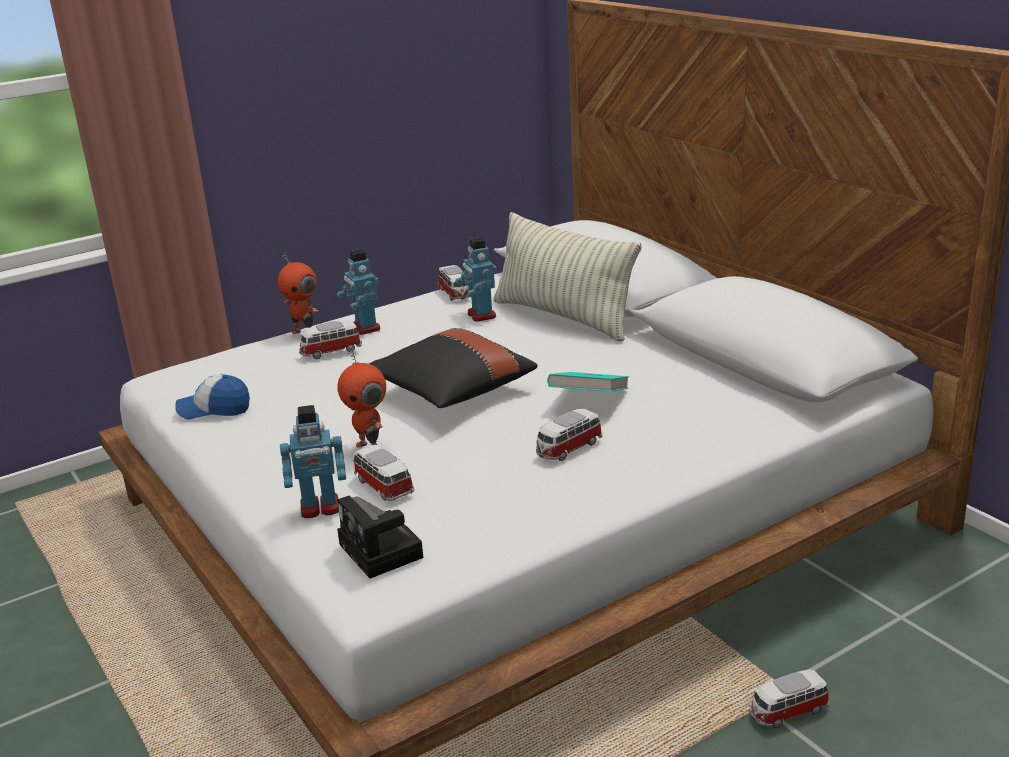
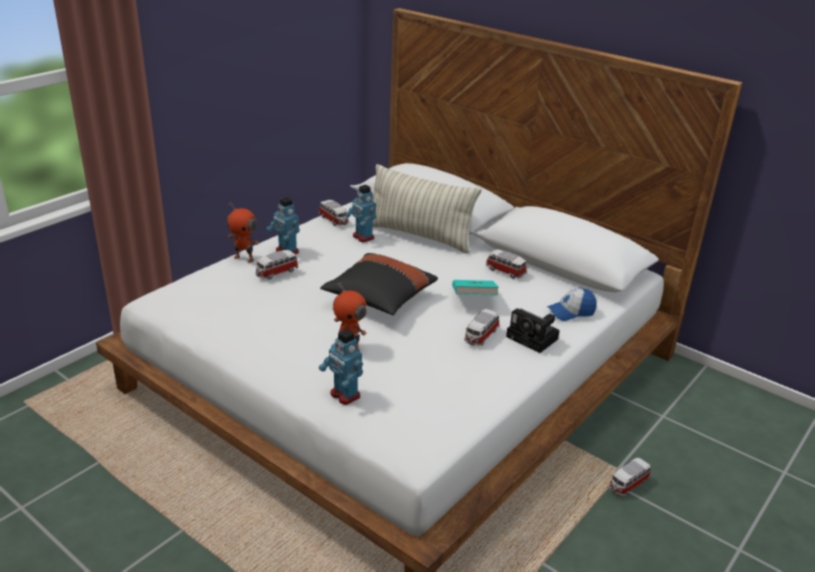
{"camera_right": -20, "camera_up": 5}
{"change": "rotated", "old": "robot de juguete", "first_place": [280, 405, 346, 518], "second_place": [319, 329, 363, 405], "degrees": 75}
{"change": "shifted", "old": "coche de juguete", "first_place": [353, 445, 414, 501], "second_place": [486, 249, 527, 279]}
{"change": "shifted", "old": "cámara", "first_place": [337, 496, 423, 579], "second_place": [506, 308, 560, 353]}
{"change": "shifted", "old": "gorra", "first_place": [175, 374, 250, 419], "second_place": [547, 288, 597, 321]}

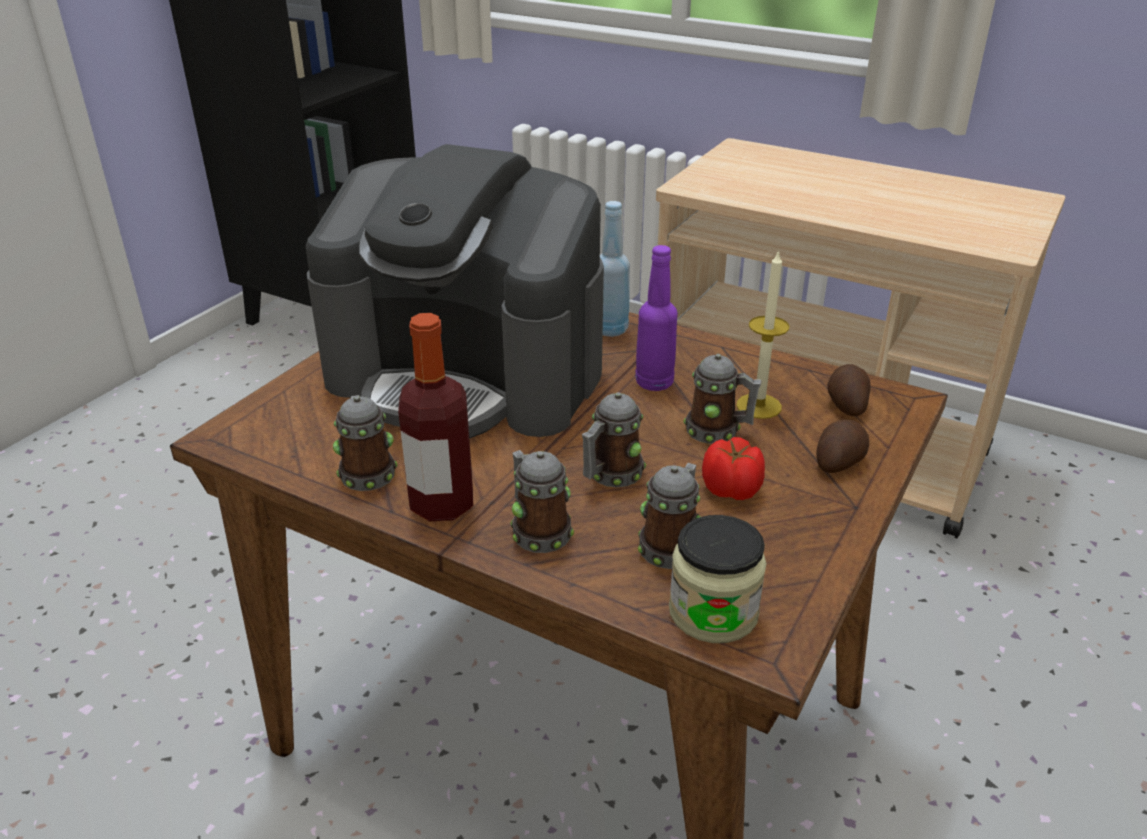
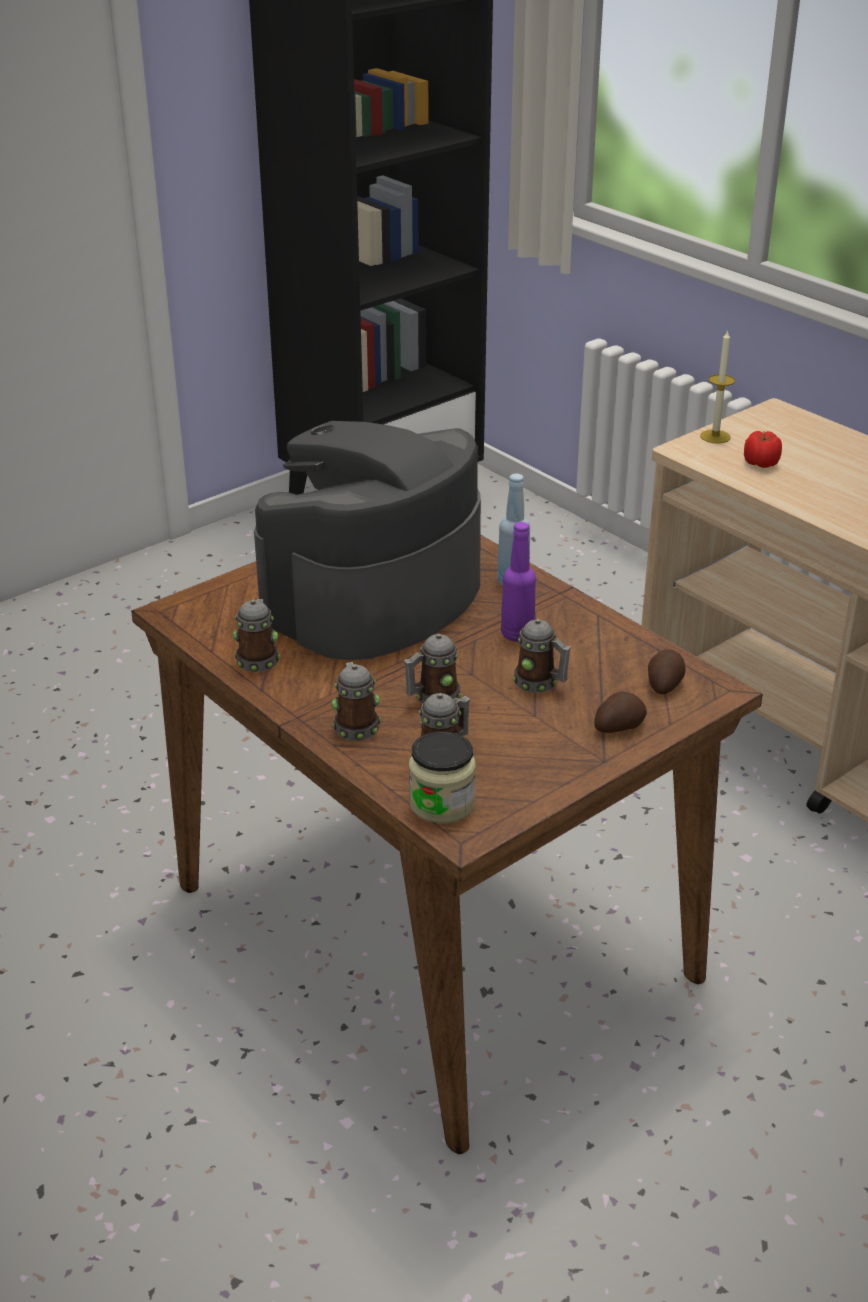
{"camera_right": 20, "camera_up": 0}
{"change": "rotated", "old": "cafetera", "first_place": [306, 144, 604, 438], "second_place": [254, 421, 481, 660], "degrees": 90}
{"change": "shifted", "old": "vela", "first_place": [736, 250, 789, 419], "second_place": [700, 329, 735, 443]}
{"change": "shifted", "old": "tomate", "first_place": [702, 437, 765, 500], "second_place": [744, 431, 782, 468]}
{"change": "gone", "old": "botella", "first_place": [398, 313, 473, 522]}

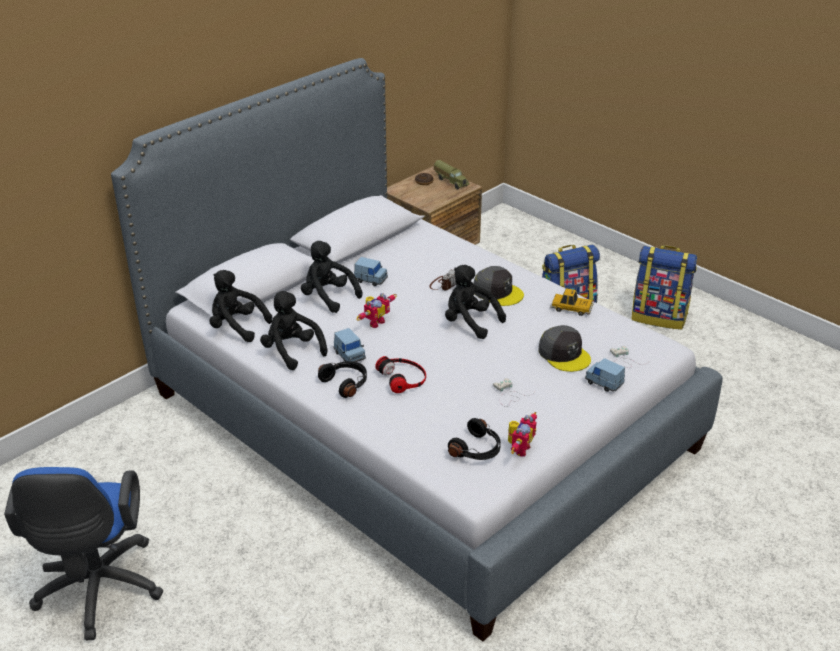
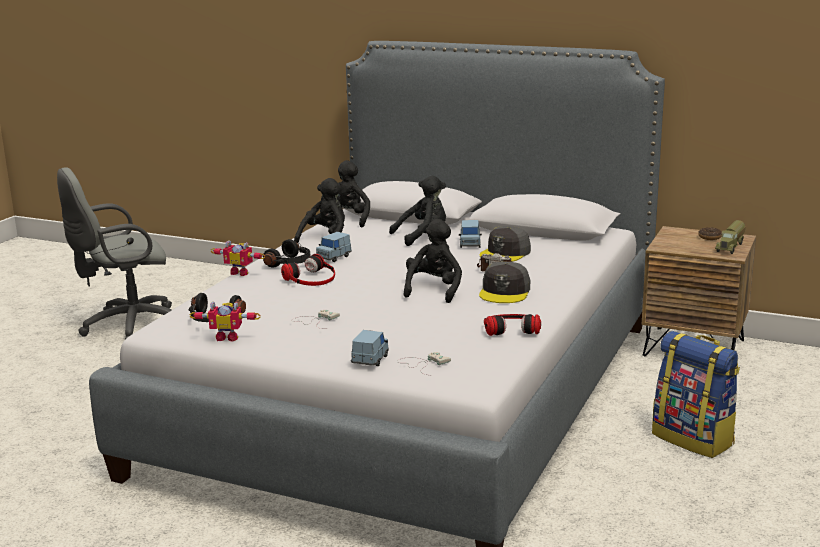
{"camera_right": 70, "camera_up": -15}
{"change": "repainted", "old": "silla de oficina [azul]", "new": "silla de oficina [gris]", "first_place": [4, 467, 163, 640], "second_place": [57, 167, 172, 339]}
{"change": "shifted", "old": "robot de juguete", "first_place": [356, 293, 396, 328], "second_place": [211, 240, 265, 276]}
{"change": "rotated", "old": "peluche [negro]", "first_place": [301, 241, 362, 313], "second_place": [389, 176, 446, 246], "degrees": 45}
{"change": "shifted", "old": "gorra [gris]", "first_place": [538, 325, 591, 372], "second_place": [480, 226, 531, 262]}
{"change": "swapped", "old": "coche de juguete", "new": "auriculares", "first_place": [550, 288, 594, 316], "second_place": [484, 314, 541, 336]}
{"change": "gone", "old": "mochila", "first_place": [631, 246, 697, 330]}

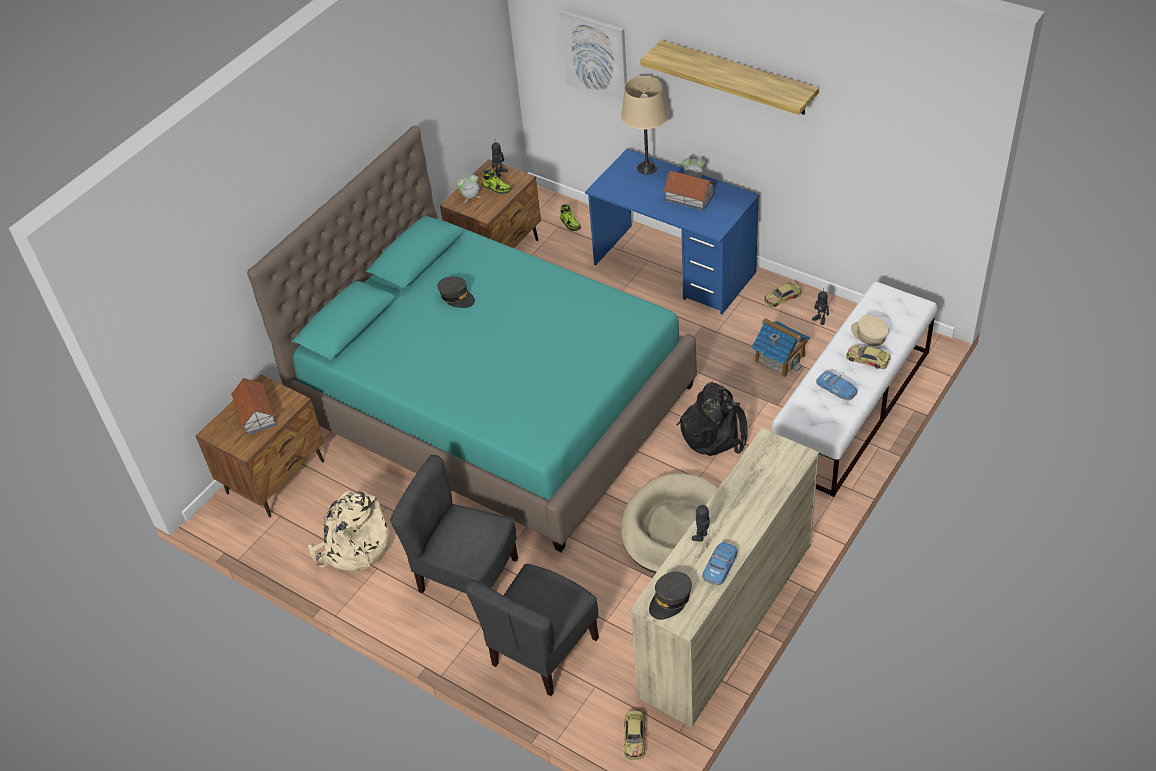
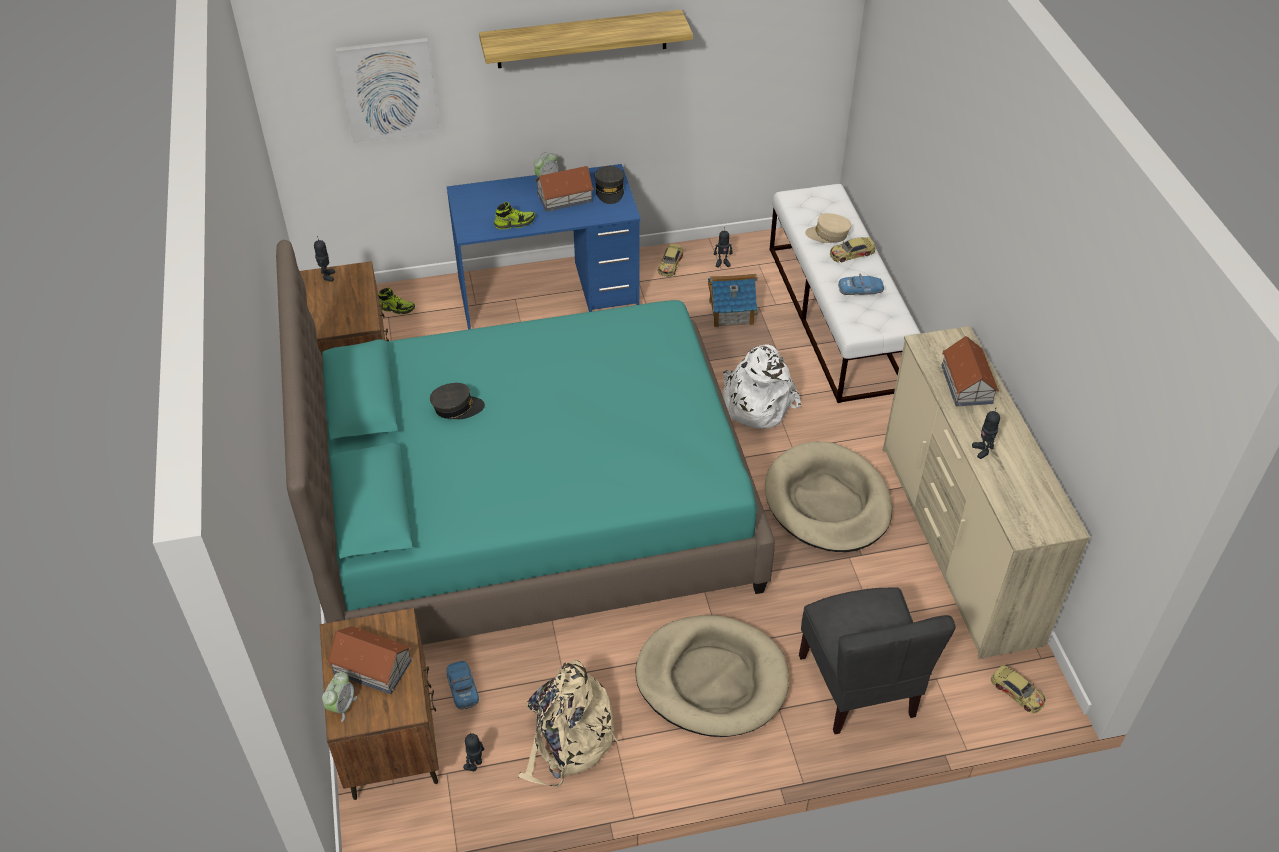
{"camera_right": -50, "camera_up": 0}
{"change": "shifted", "old": "despertador", "first_place": [457, 174, 481, 203], "second_place": [322, 672, 357, 722]}
{"change": "shifted", "old": "coche de juguete", "first_place": [703, 542, 738, 586], "second_place": [447, 661, 479, 710]}
{"change": "new", "new": "robot de juguete", "second_place": [463, 733, 484, 771]}
{"change": "shifted", "old": "zapato", "first_place": [482, 169, 512, 194], "second_place": [494, 202, 535, 229]}
{"change": "shifted", "old": "gorra [gris]", "first_place": [649, 572, 692, 620], "second_place": [595, 166, 624, 204]}
{"change": "swapped", "old": "silla [gris]", "new": "cama para perro [beis]", "first_place": [390, 455, 518, 594], "second_place": [636, 615, 789, 737]}
{"change": "repainted", "old": "mochila [negro]", "new": "mochila [blanco]", "first_place": [676, 382, 748, 456], "second_place": [723, 344, 801, 429]}
{"change": "new", "new": "casita", "second_place": [941, 336, 999, 407]}
{"change": "gone", "old": "lámpara de mesa [beis]", "first_place": [621, 76, 669, 174]}

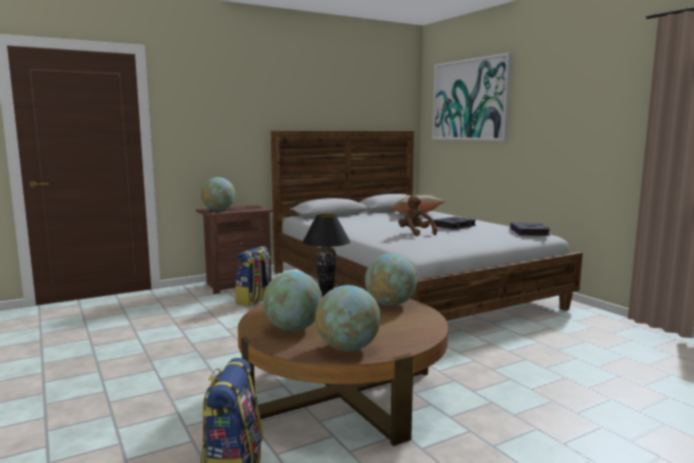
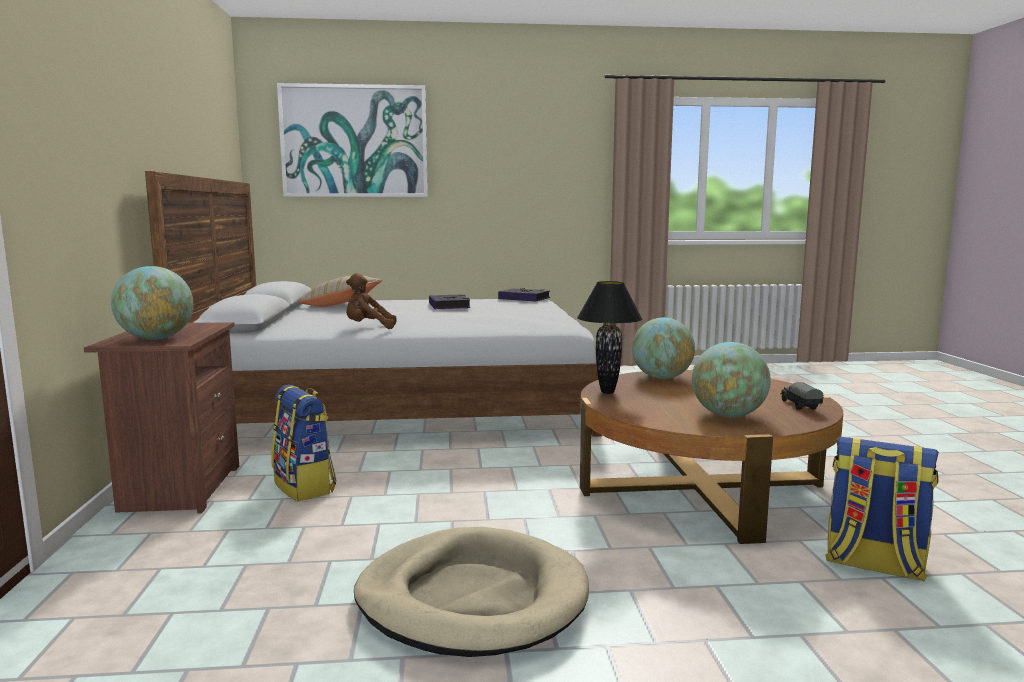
{"camera_right": -65, "camera_up": 0}
{"change": "shifted", "old": "peluche [marrón]", "first_place": [399, 195, 437, 236], "second_place": [346, 273, 396, 329]}
{"change": "new", "new": "cama para perro [beis]", "second_place": [354, 527, 589, 657]}
{"change": "swapped", "old": "globo terráqueo", "new": "camión de juguete", "first_place": [315, 285, 381, 352], "second_place": [781, 382, 823, 410]}

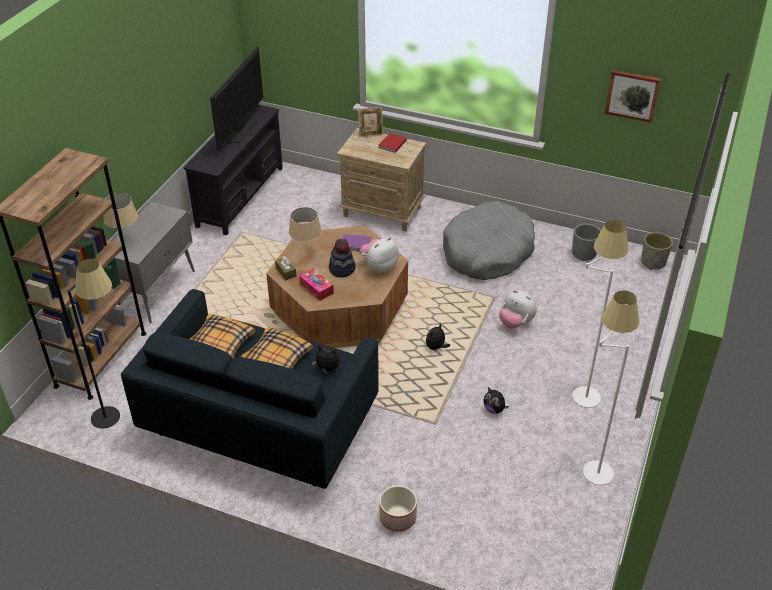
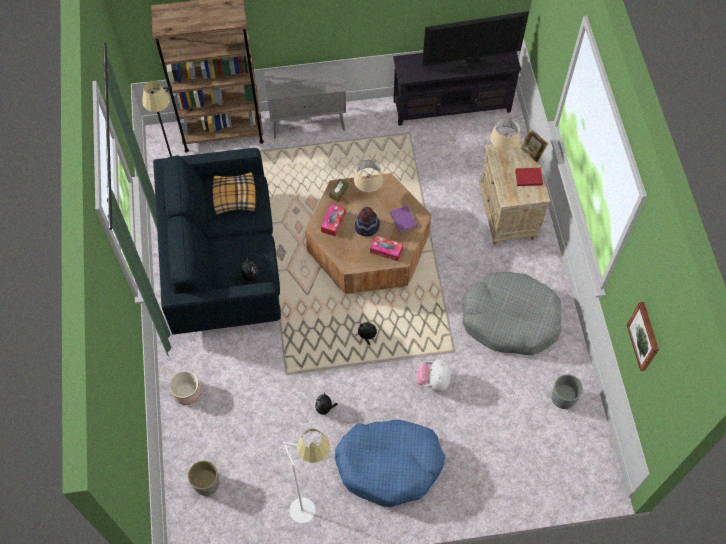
{"camera_right": 60, "camera_up": 20}
{"change": "shifted", "old": "maceta [gris]", "first_place": [641, 232, 673, 270], "second_place": [188, 460, 220, 496]}
{"change": "swapped", "old": "lámpara de pie [blanco]", "new": "cama para perro [azul]", "first_place": [572, 220, 628, 408], "second_place": [335, 420, 445, 507]}
{"change": "swapped", "old": "peluche", "new": "caja de pañuelos", "first_place": [360, 237, 399, 273], "second_place": [370, 235, 403, 261]}
{"change": "shifted", "old": "lámpara de mesa [beis]", "first_place": [104, 193, 138, 240], "second_place": [490, 117, 520, 152]}
{"change": "gone", "old": "cojín", "first_place": [240, 327, 313, 369]}

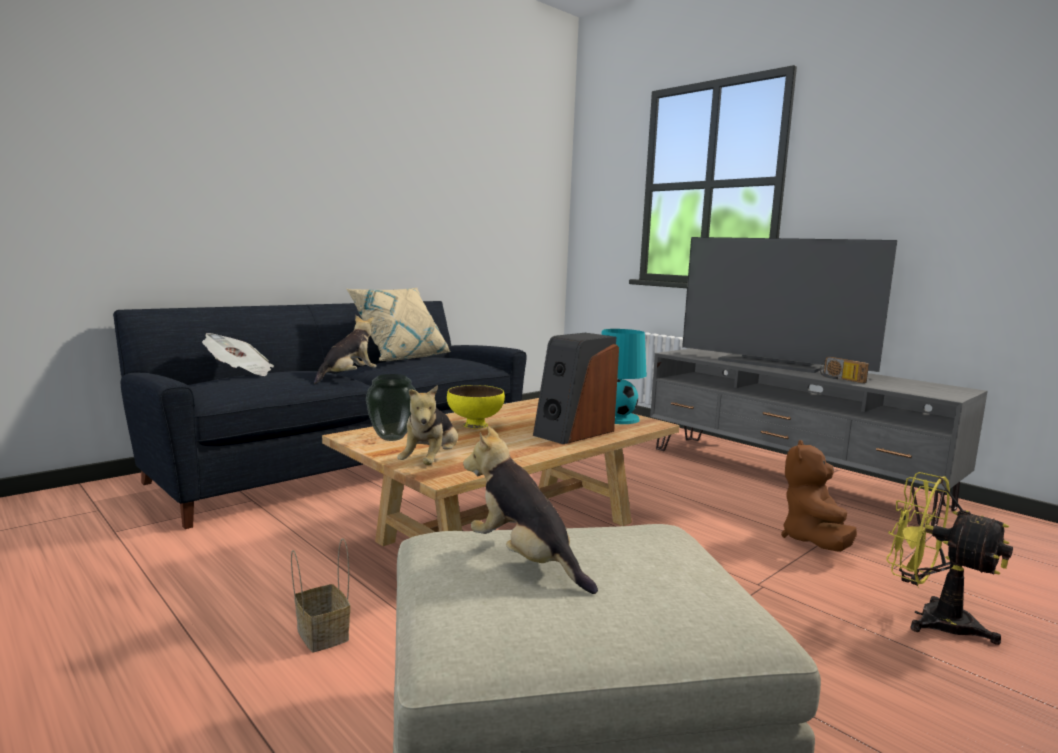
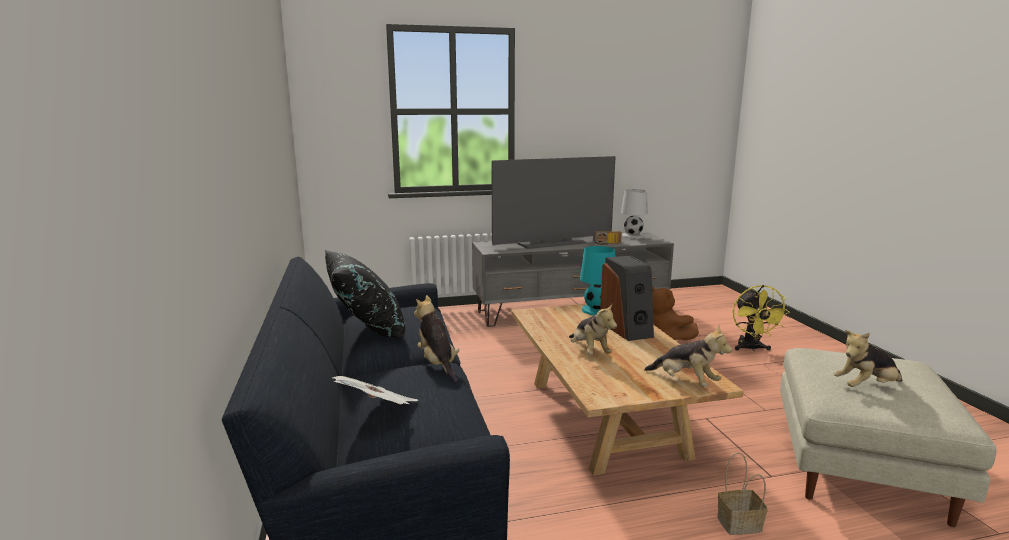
{"camera_right": -60, "camera_up": 5}
{"change": "repainted", "old": "cojín [beis]", "new": "cojín [negro]", "first_place": [346, 288, 451, 361], "second_place": [325, 250, 405, 338]}
{"change": "swapped", "old": "cuenco [amarillo]", "new": "peluche", "first_place": [447, 385, 505, 428], "second_place": [569, 304, 617, 355]}
{"change": "new", "new": "lámpara de mesa [blanco]", "second_place": [621, 189, 648, 239]}
{"change": "rotated", "old": "ventilador [amarillo]", "first_place": [886, 472, 1013, 645], "second_place": [733, 285, 790, 351], "degrees": -75}
{"change": "gone", "old": "florero", "first_place": [366, 374, 416, 441]}

